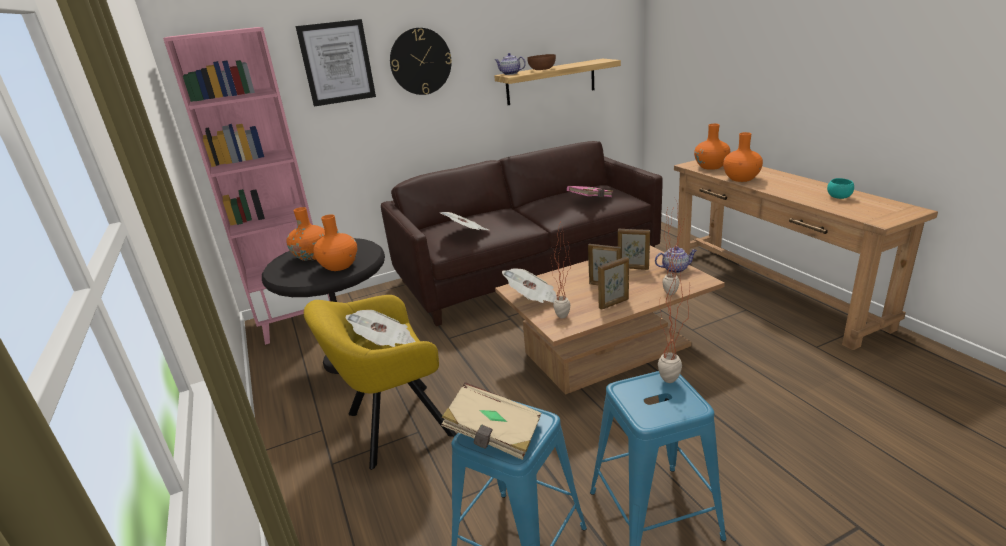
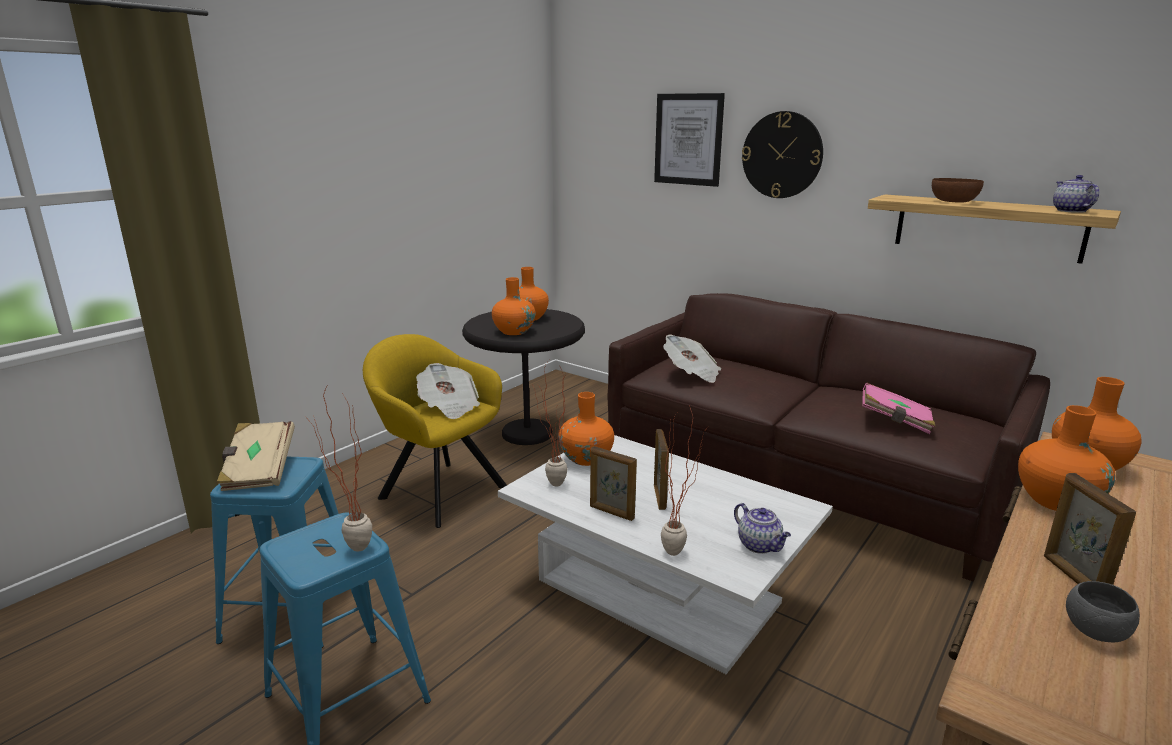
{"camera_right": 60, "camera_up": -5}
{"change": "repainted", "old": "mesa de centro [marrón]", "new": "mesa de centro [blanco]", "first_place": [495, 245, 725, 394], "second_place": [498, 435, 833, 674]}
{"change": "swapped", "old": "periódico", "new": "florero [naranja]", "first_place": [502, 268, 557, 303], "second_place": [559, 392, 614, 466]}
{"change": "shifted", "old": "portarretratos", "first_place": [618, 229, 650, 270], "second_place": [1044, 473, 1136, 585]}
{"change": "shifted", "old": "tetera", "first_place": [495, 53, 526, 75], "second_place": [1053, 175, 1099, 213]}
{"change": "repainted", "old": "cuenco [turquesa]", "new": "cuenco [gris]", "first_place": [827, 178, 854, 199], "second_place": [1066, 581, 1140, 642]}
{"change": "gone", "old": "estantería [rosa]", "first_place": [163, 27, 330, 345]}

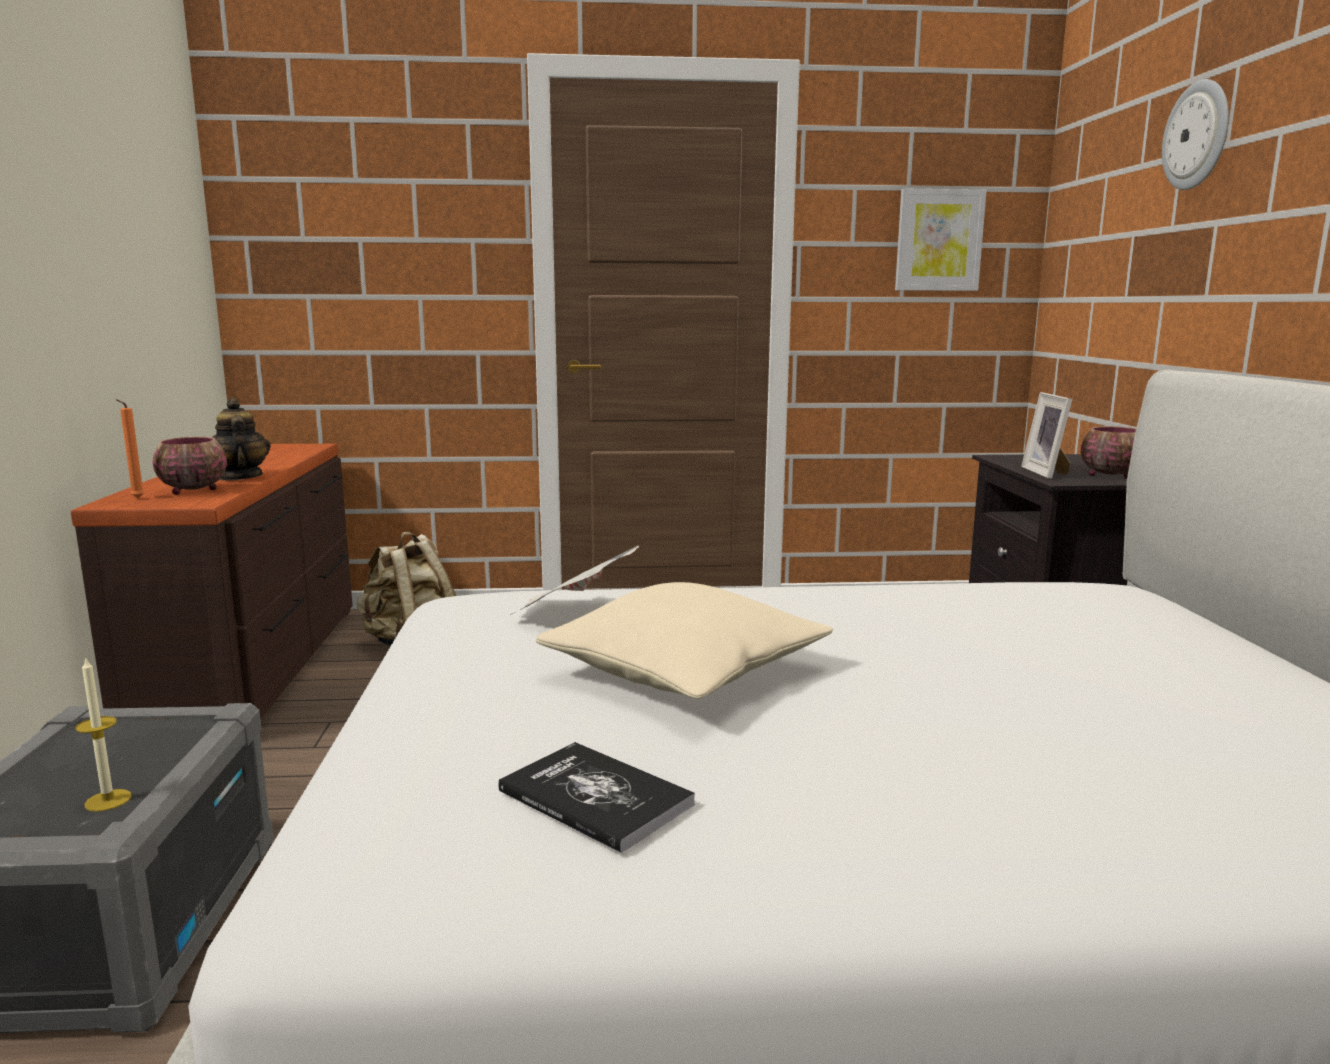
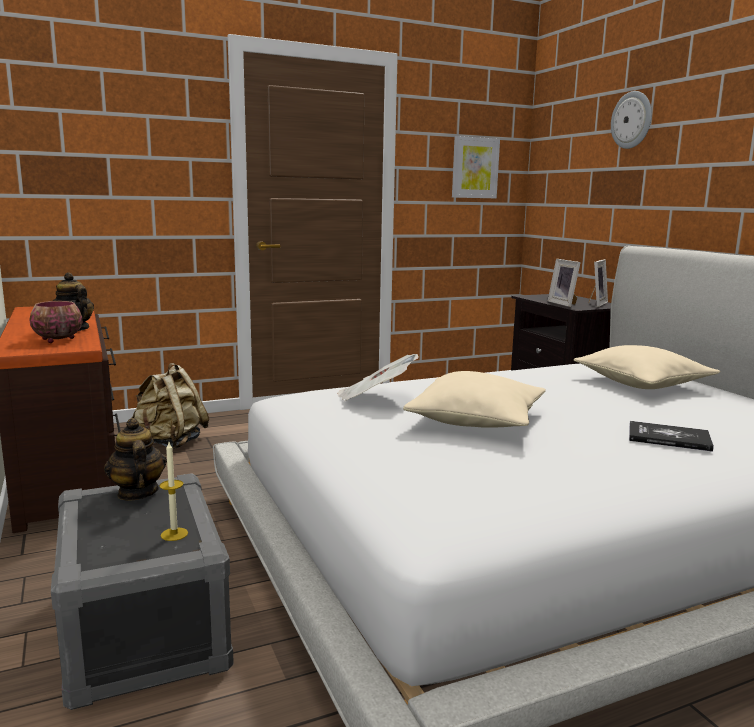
{"camera_right": -20, "camera_up": 0}
{"change": "new", "new": "tetera", "second_place": [104, 418, 167, 501]}
{"change": "new", "new": "cojín [beis]", "second_place": [574, 345, 720, 389]}
{"change": "swapped", "old": "cuenco", "new": "portarretratos", "first_place": [1081, 426, 1136, 479], "second_place": [588, 259, 608, 307]}
{"change": "shifted", "old": "libro", "first_place": [498, 742, 695, 853], "second_place": [629, 421, 714, 452]}
{"change": "gone", "old": "vela [naranja]", "first_place": [116, 399, 145, 498]}

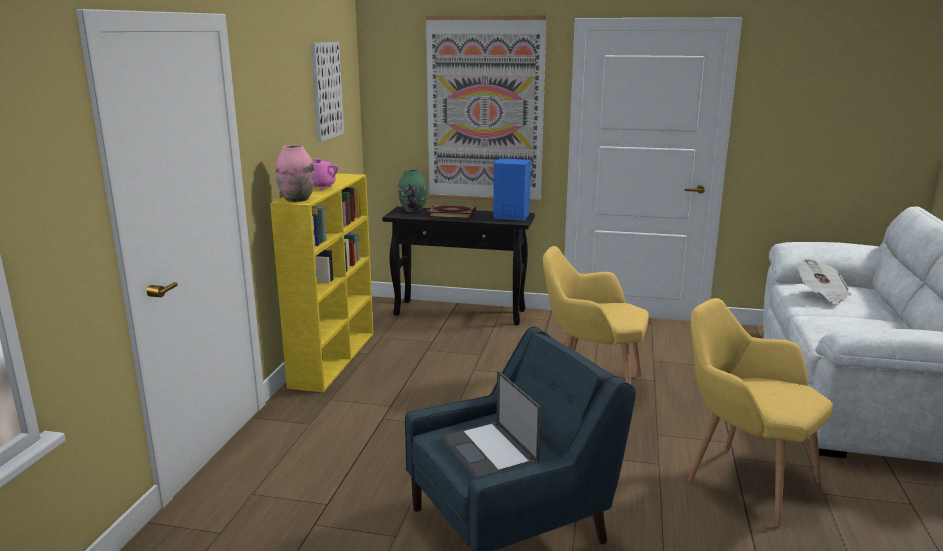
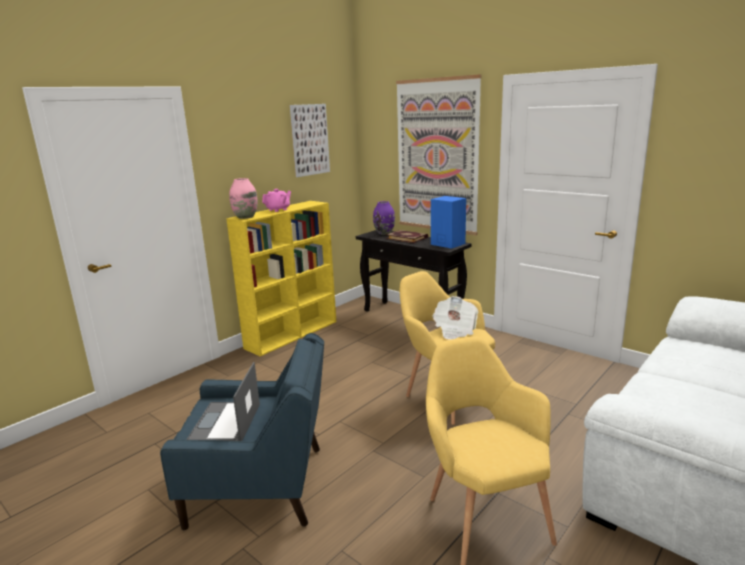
{"camera_right": 30, "camera_up": 0}
{"change": "repainted", "old": "florero [verde]", "new": "florero [morado]", "first_place": [398, 169, 427, 212], "second_place": [373, 201, 395, 234]}
{"change": "shifted", "old": "periódico", "first_place": [798, 259, 851, 304], "second_place": [432, 296, 479, 340]}

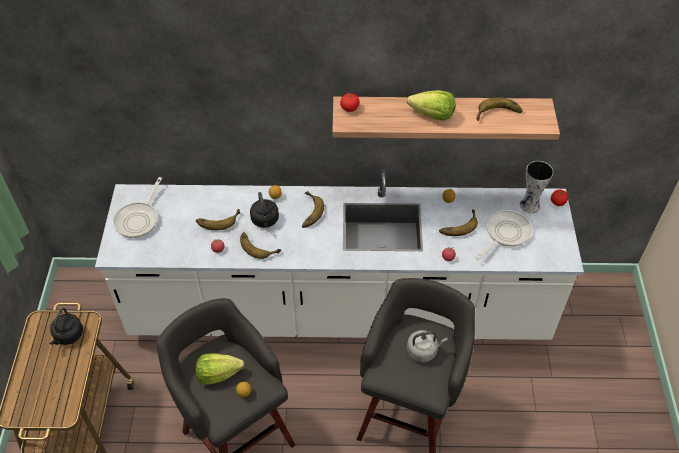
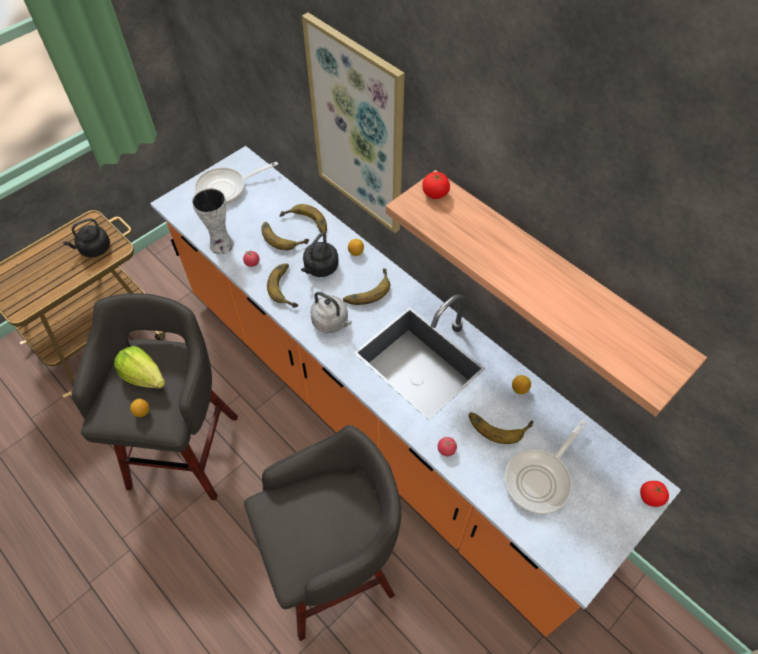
{"camera_right": 45, "camera_up": 5}
{"change": "repainted", "old": "mueble bajo de cocina [blanco]", "new": "mueble bajo de cocina [naranja]", "first_place": [95, 166, 584, 340], "second_place": [150, 146, 681, 637]}
{"change": "shifted", "old": "florero", "first_place": [520, 161, 553, 213], "second_place": [192, 188, 234, 254]}
{"change": "shifted", "old": "plátano", "first_place": [476, 97, 522, 121], "second_place": [279, 204, 327, 236]}
{"change": "new", "new": "cuadro", "second_place": [302, 13, 405, 233]}
{"change": "shifted", "old": "hervidor [gris]", "first_place": [407, 330, 448, 362], "second_place": [310, 292, 352, 333]}
{"change": "rotated", "old": "sartén", "first_place": [476, 210, 532, 260], "second_place": [504, 420, 587, 514], "degrees": 135}
{"change": "gone", "old": "lechuga", "first_place": [407, 90, 456, 121]}

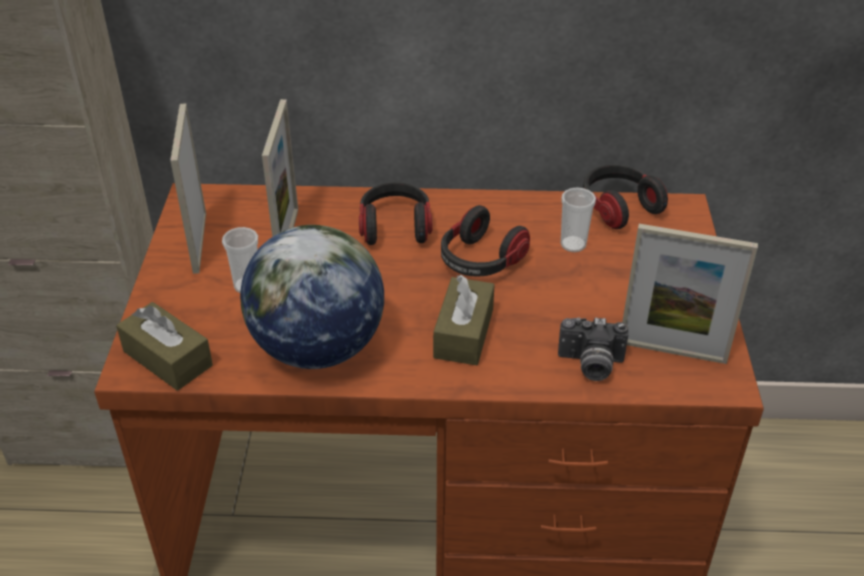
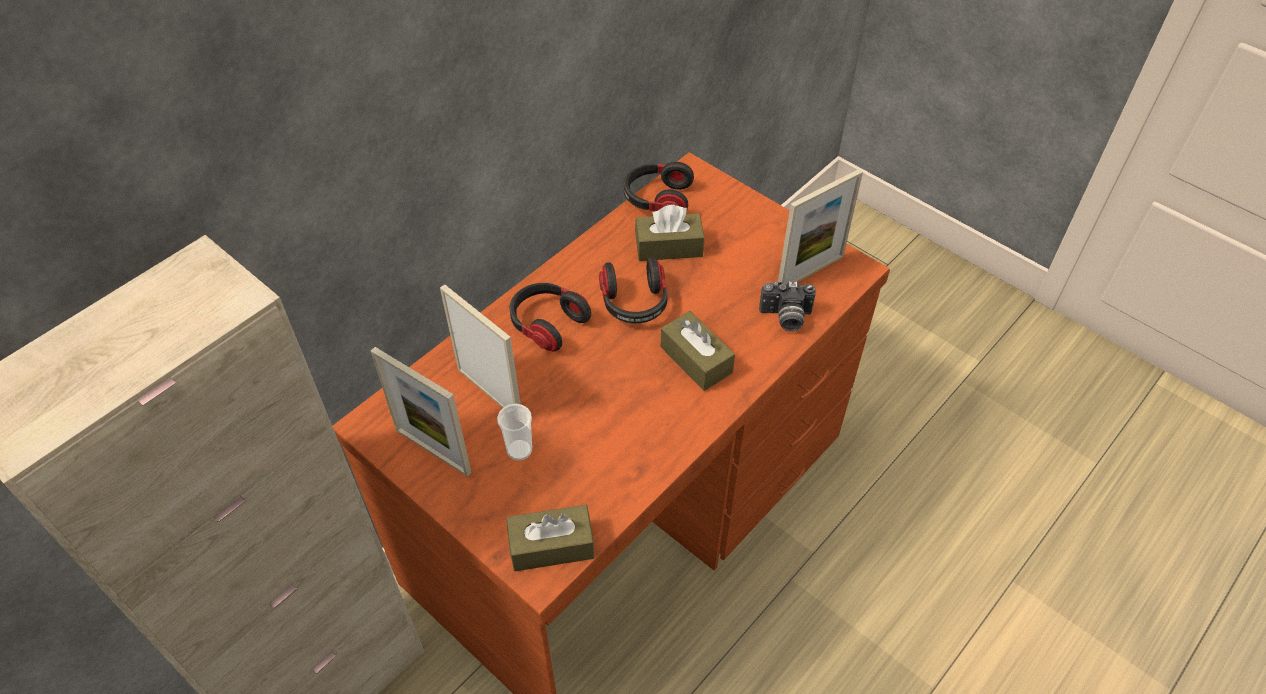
{"camera_right": -50, "camera_up": 10}
{"change": "swapped", "old": "taza", "new": "caja de pañuelos [marrón]", "first_place": [561, 188, 596, 252], "second_place": [635, 205, 704, 261]}
{"change": "rotated", "old": "cámara", "first_place": [558, 317, 629, 381], "second_place": [759, 281, 816, 332], "degrees": 45}
{"change": "gone", "old": "globo terráqueo", "first_place": [240, 225, 384, 369]}

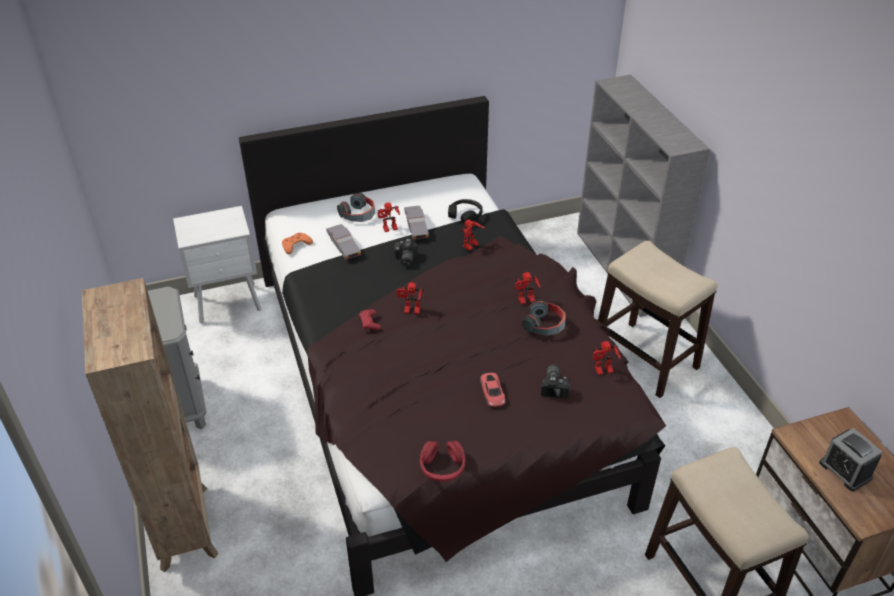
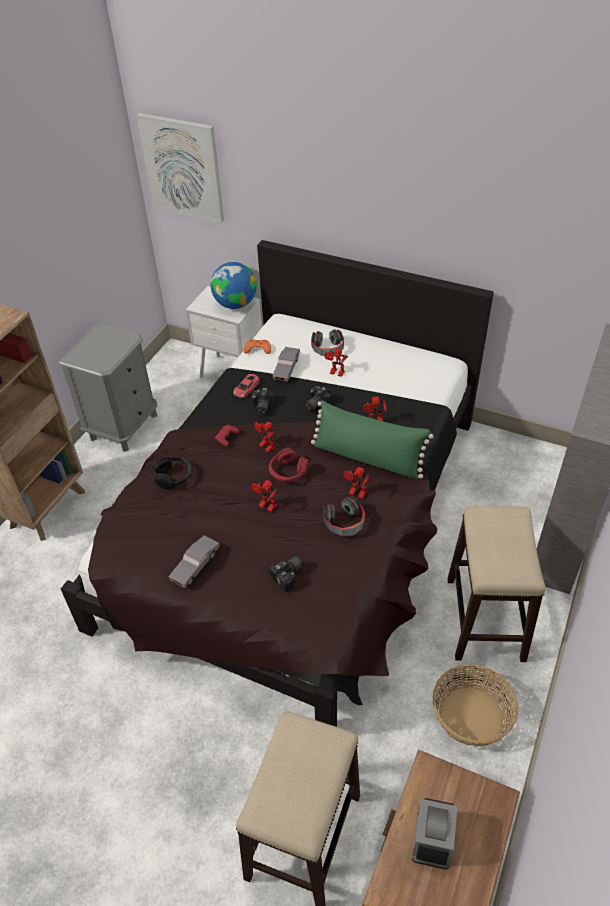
{"camera_right": 45, "camera_up": 5}
{"change": "new", "new": "cuadro", "second_place": [137, 113, 224, 223]}
{"change": "shifted", "old": "auriculares [negro]", "first_place": [448, 199, 483, 223], "second_place": [153, 457, 193, 489]}
{"change": "shifted", "old": "coche de juguete [gris]", "first_place": [404, 205, 429, 239], "second_place": [169, 536, 220, 588]}
{"change": "new", "new": "globo terráqueo", "second_place": [210, 262, 257, 309]}
{"change": "shifted", "old": "coche de juguete [rojo]", "first_place": [480, 373, 505, 407], "second_place": [233, 374, 260, 398]}
{"change": "new", "new": "cámara", "second_place": [251, 388, 274, 415]}
{"change": "shifted", "old": "robot de juguete", "first_place": [593, 341, 621, 375], "second_place": [252, 480, 279, 512]}
{"change": "shifted", "old": "auriculares [rojo]", "first_place": [420, 441, 466, 482], "second_place": [269, 448, 309, 482]}
{"change": "new", "new": "cojín [verde]", "second_place": [311, 400, 434, 480]}
{"change": "new", "new": "cesta", "second_place": [433, 664, 518, 746]}

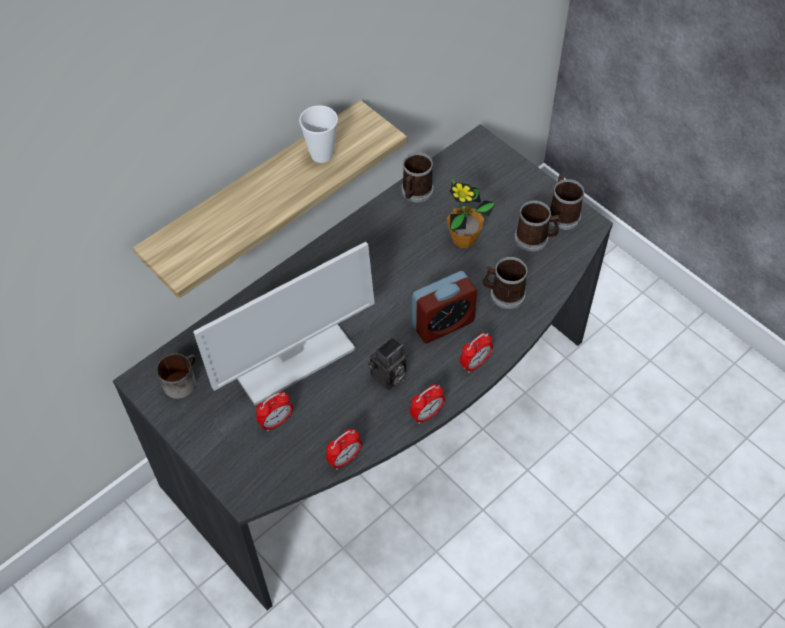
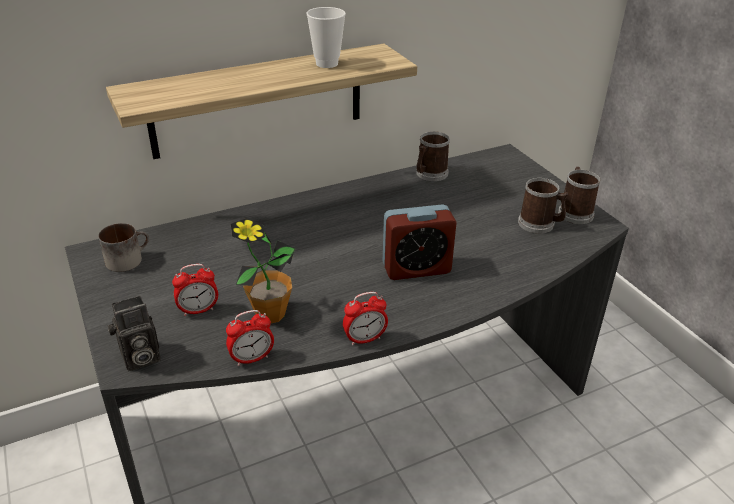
{"camera_right": 15, "camera_up": -20}
{"change": "shifted", "old": "cámara", "first_place": [368, 337, 407, 390], "second_place": [108, 295, 161, 371]}
{"change": "shifted", "old": "planta en maceta", "first_place": [446, 179, 496, 248], "second_place": [231, 218, 295, 323]}
{"change": "gone", "old": "monitor", "first_place": [193, 242, 375, 405]}
{"change": "gone", "old": "despertador", "first_place": [460, 333, 493, 373]}
{"change": "gone", "old": "taza grande", "first_place": [483, 257, 528, 309]}

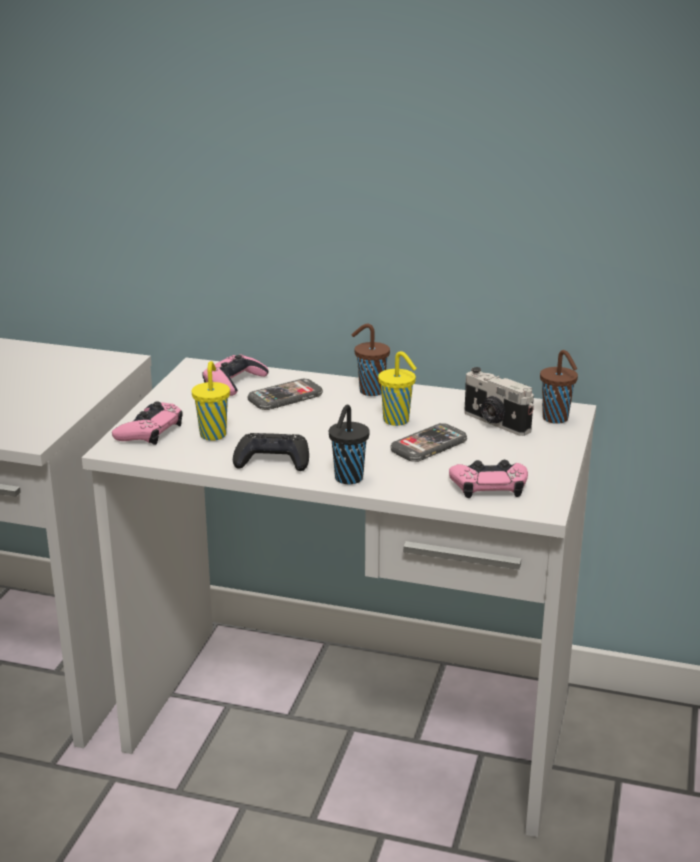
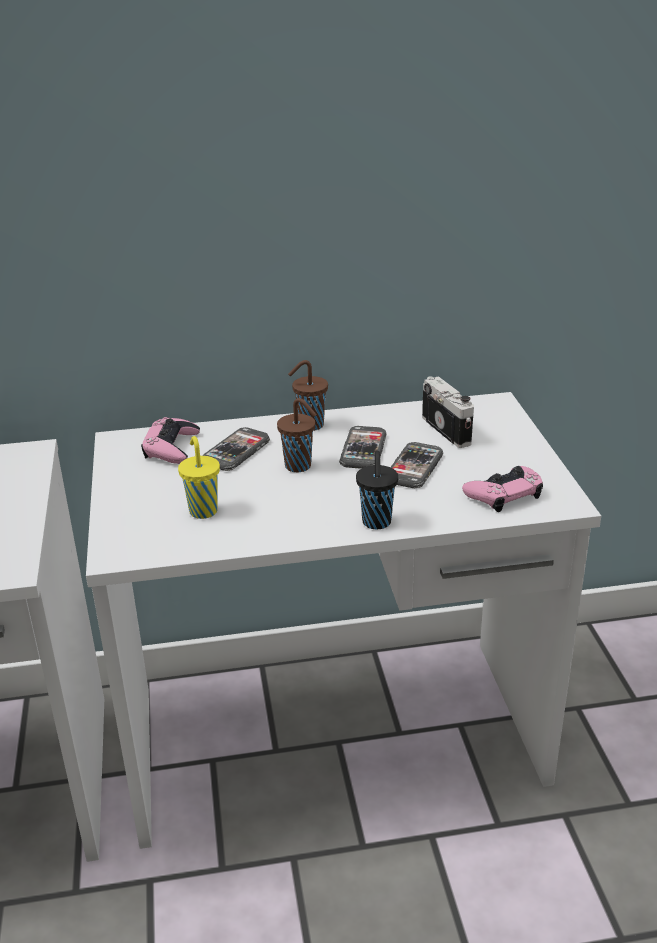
{"camera_right": -25, "camera_up": 5}
{"change": "shifted", "old": "taza [marrón]", "first_place": [540, 350, 578, 424], "second_place": [277, 398, 317, 473]}
{"change": "swapped", "old": "taza [amarillo]", "new": "móvil", "first_place": [378, 351, 417, 426], "second_place": [339, 426, 387, 469]}
{"change": "rotated", "old": "cámara", "first_place": [464, 367, 534, 436], "second_place": [422, 376, 474, 448], "degrees": -135}
{"change": "gone", "old": "mando de consola [rosa]", "first_place": [112, 401, 183, 445]}
{"change": "gone", "old": "mando de consola [negro]", "first_place": [233, 433, 309, 471]}

